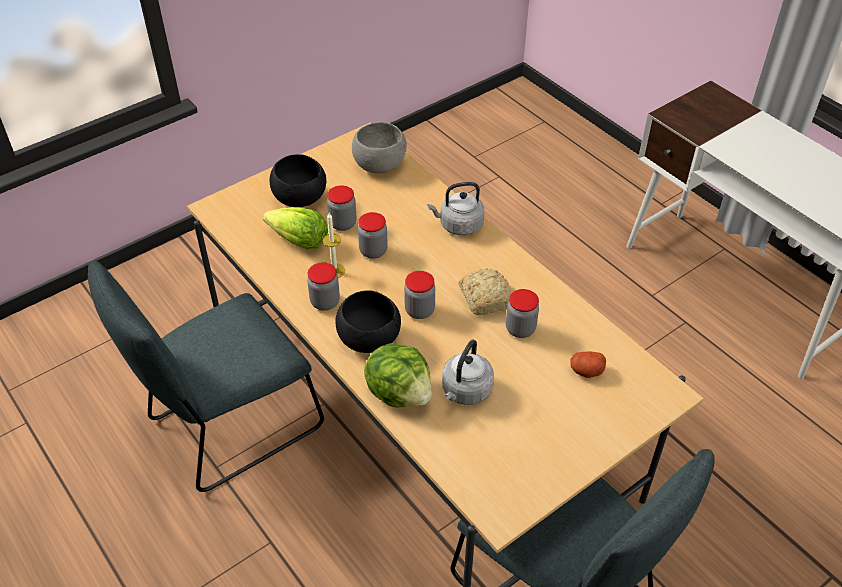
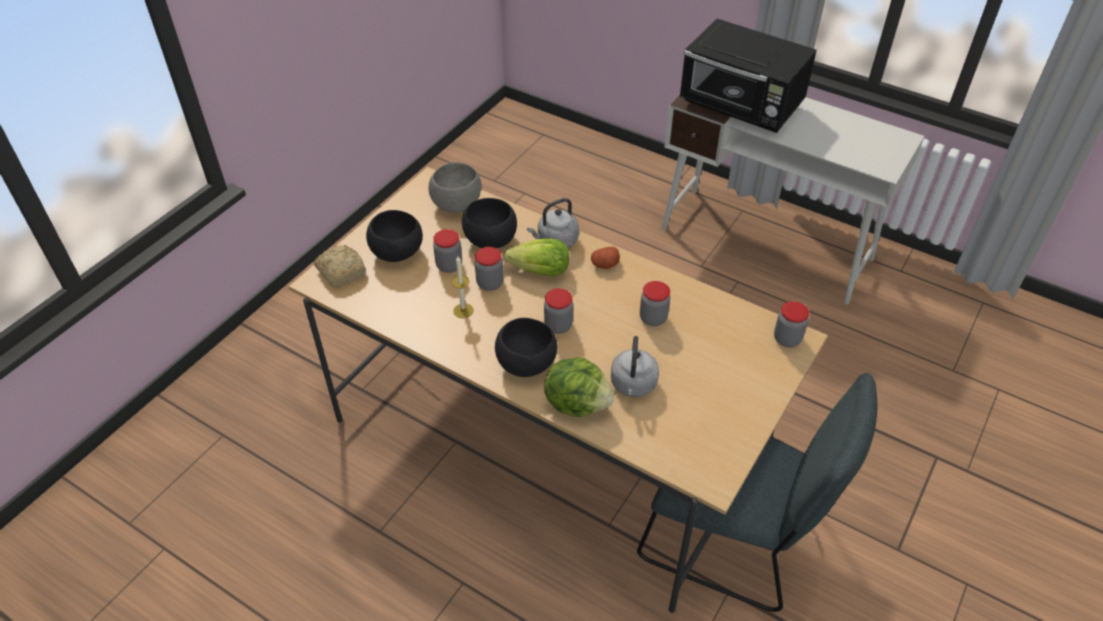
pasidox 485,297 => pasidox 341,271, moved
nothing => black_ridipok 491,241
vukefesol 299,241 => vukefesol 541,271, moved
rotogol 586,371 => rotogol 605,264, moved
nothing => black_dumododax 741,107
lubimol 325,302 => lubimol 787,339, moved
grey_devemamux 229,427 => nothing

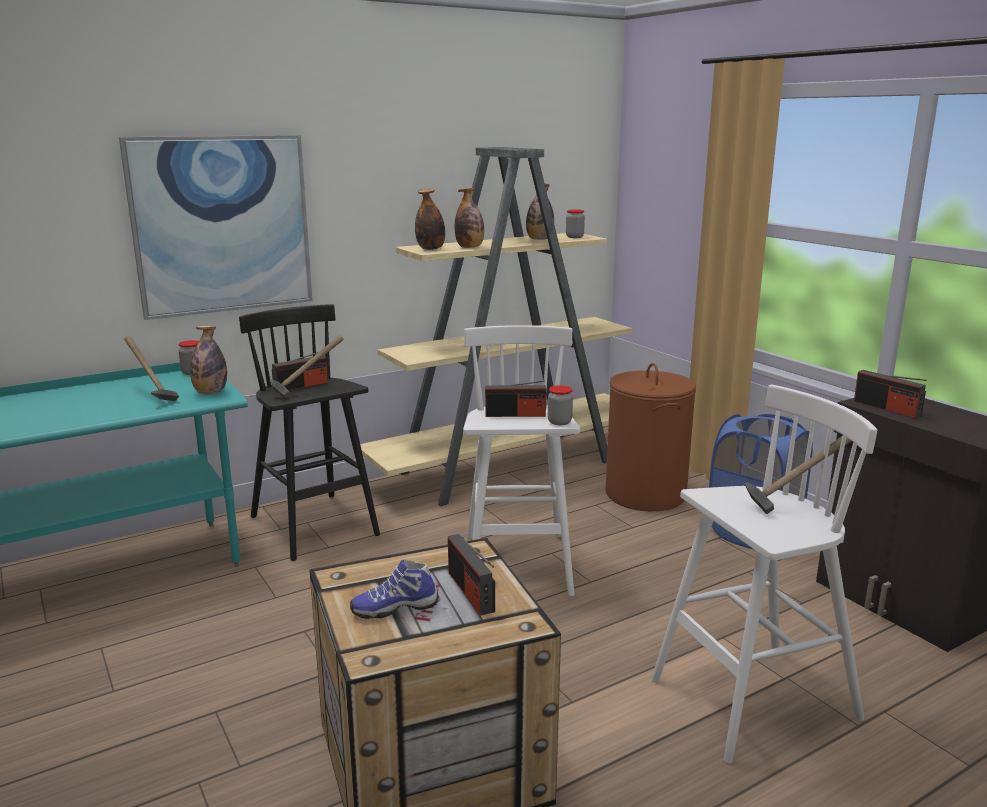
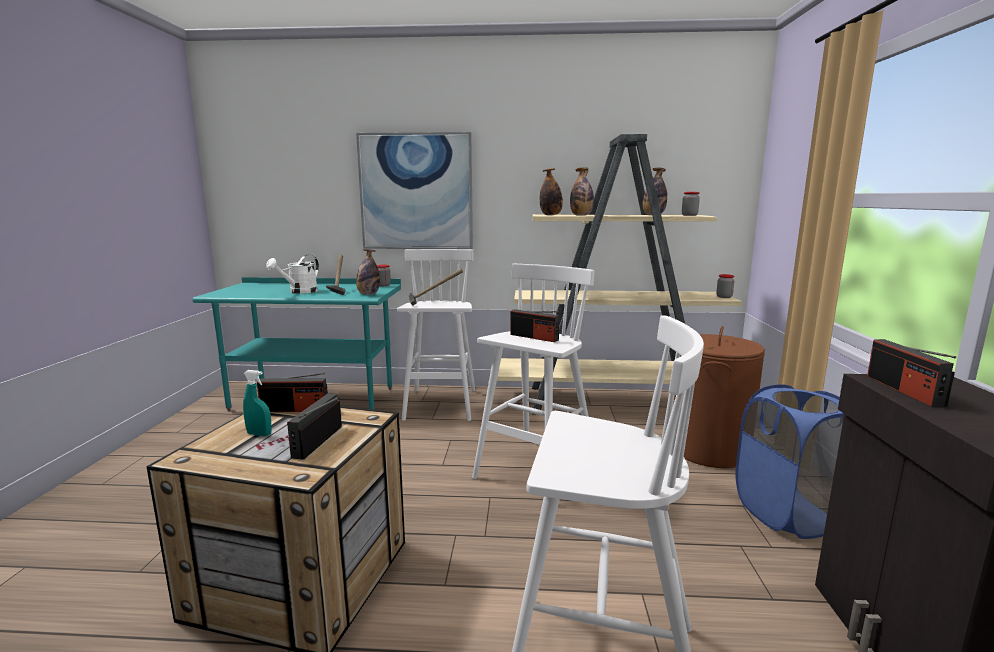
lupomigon 394,607 => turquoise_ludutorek 259,434
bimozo 301,386 => bimozo 295,409, moved
nothing => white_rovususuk 299,292
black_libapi 315,527 => white_libapi 440,405
lubimol 559,422 => lubimol 724,297, moved
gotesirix 793,503 => nothing

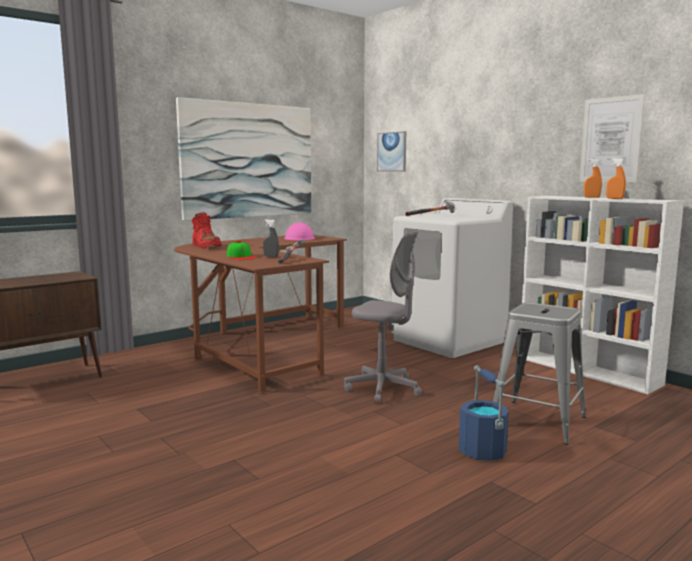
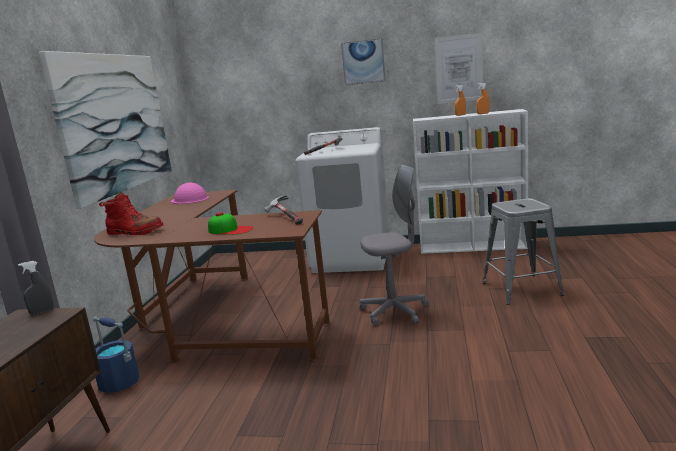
grey_ludutorek 271,257 => grey_ludutorek 42,312, moved
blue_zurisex 483,452 => blue_zurisex 120,383, moved
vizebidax 392,152 => vizebidax 363,62, moved

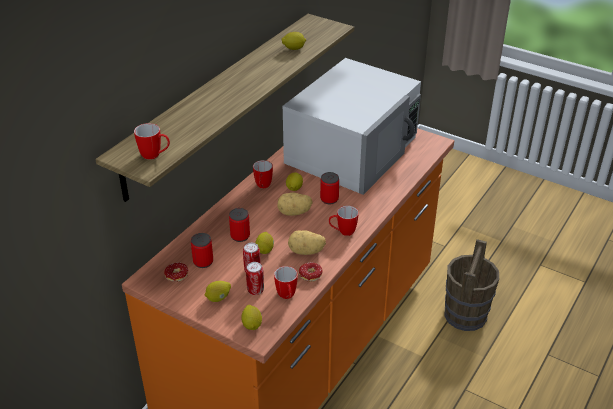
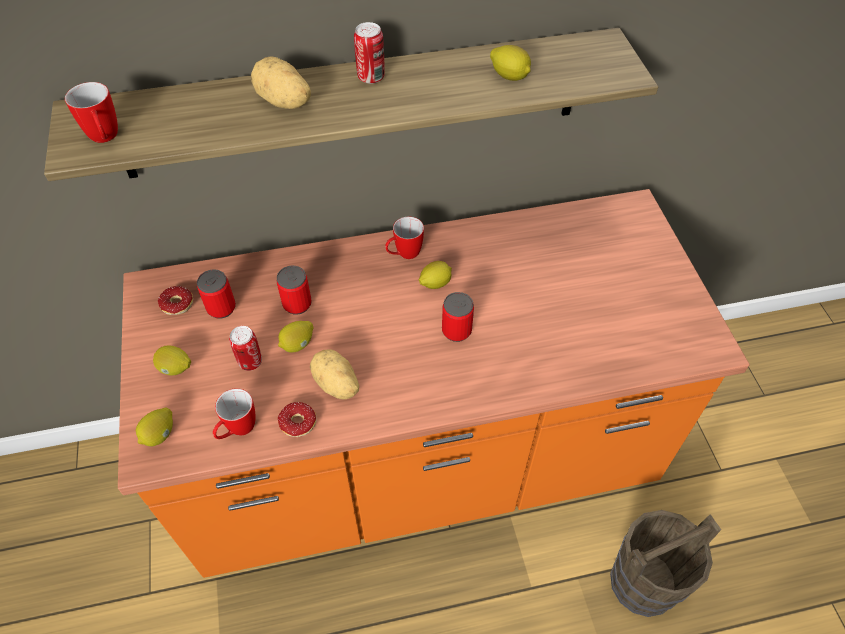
rotogol 294,213 => rotogol 283,102, moved
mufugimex 255,290 => mufugimex 371,77, moved
white_dumododax 352,150 => nothing
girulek 342,232 => nothing

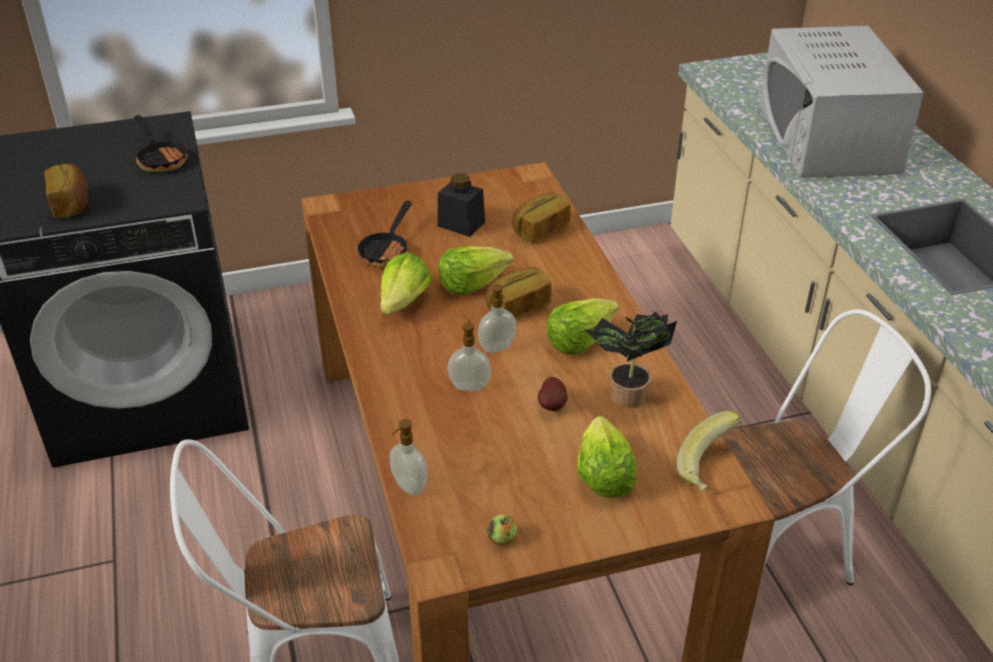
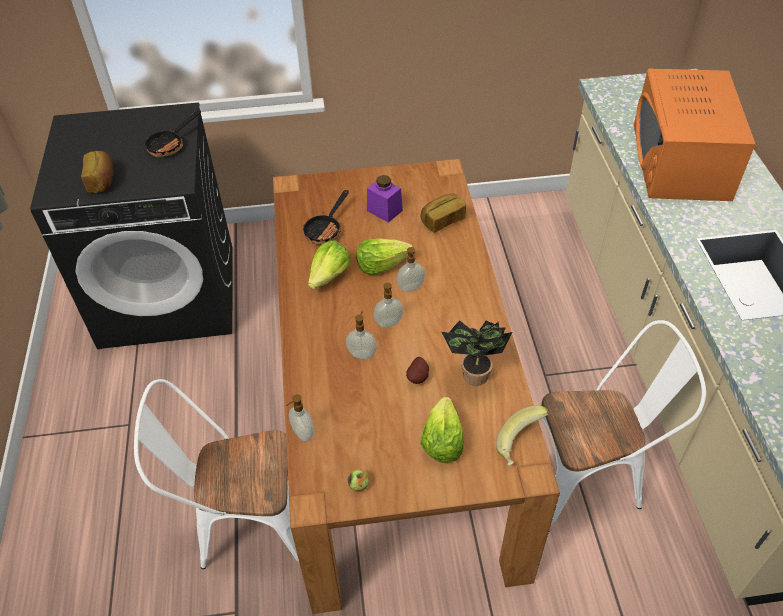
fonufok 161,159 => fonufok 170,145, 60 degrees clockwise
black_lubimol 461,224 => purple_lubimol 384,210
pasidox 517,306 => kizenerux 411,288
white_dumododax 827,138 => orange_dumododax 680,161
vukefesol 579,339 => nothing

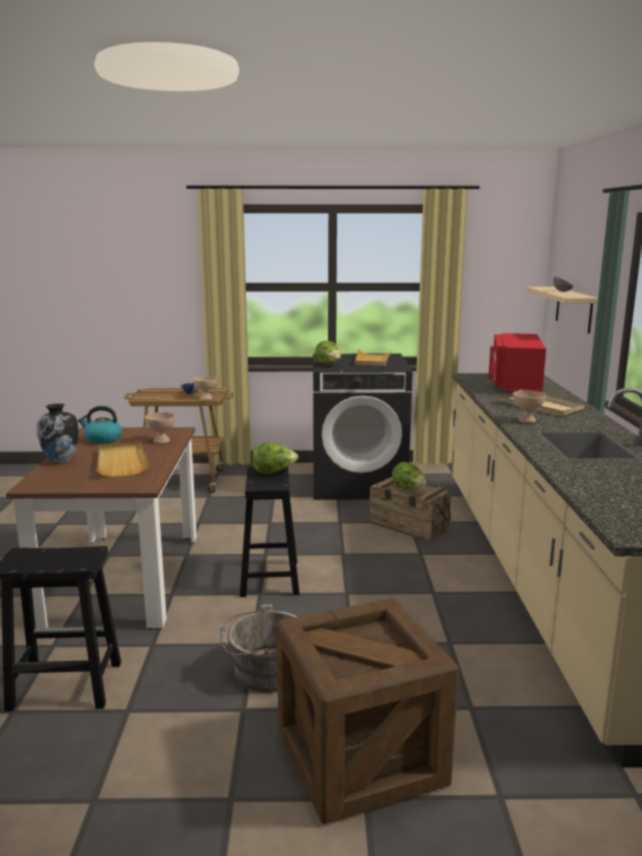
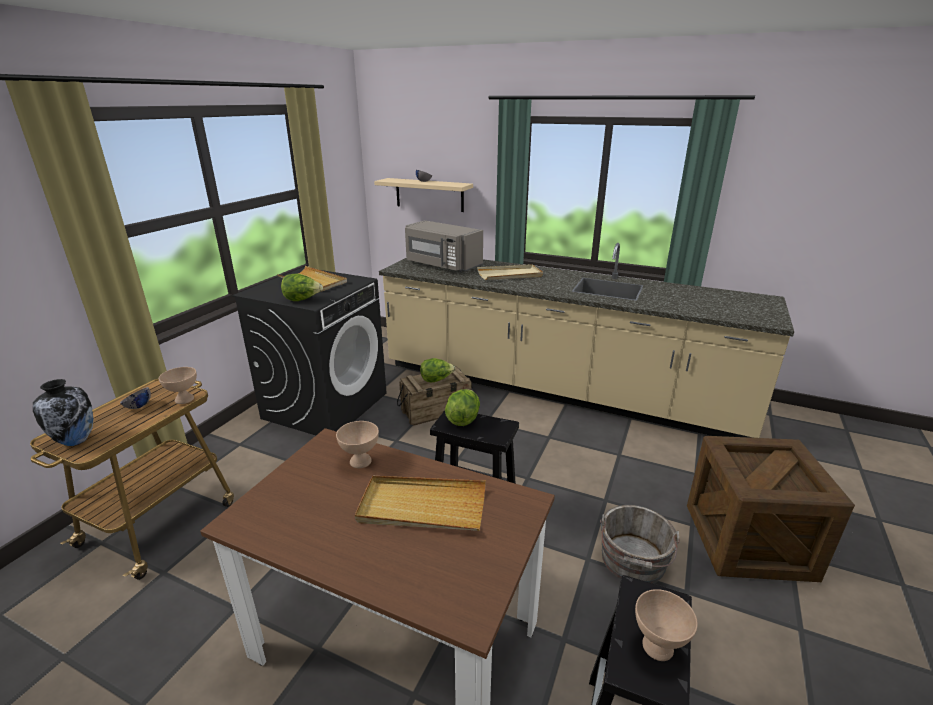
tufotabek 61,461 => tufotabek 77,440, moved
red_dumododax 515,384 => grey_dumododax 442,265
beige_ridipok 526,420 => beige_ridipok 656,647, moved
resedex 102,439 => nothing

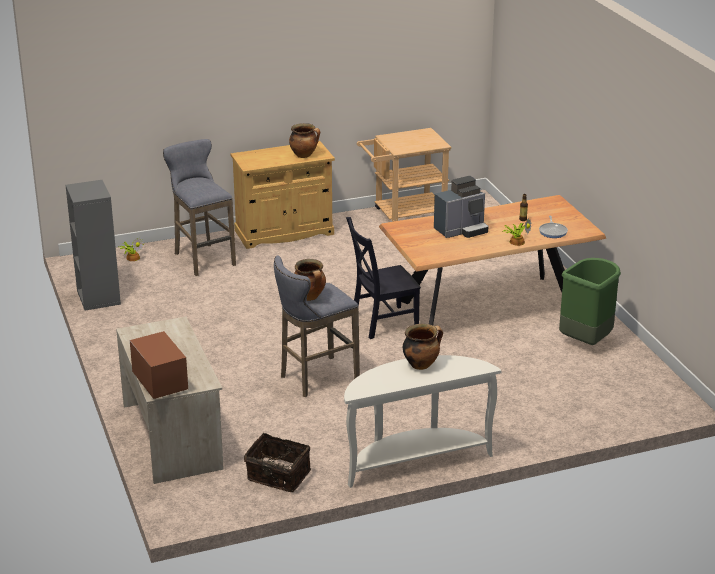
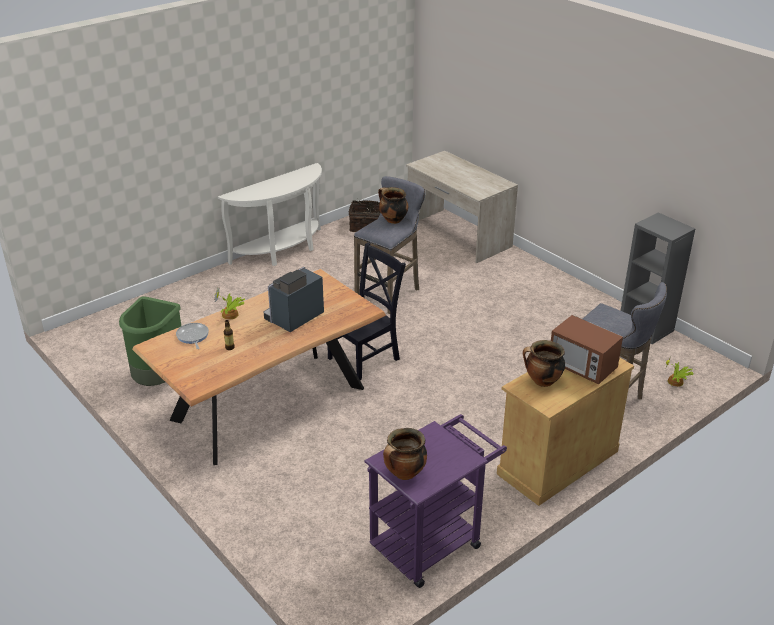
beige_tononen 404,214 => purple_tononen 432,540
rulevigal 421,364 => rulevigal 404,474, moved
dumododax 160,383 => dumododax 582,367, moved

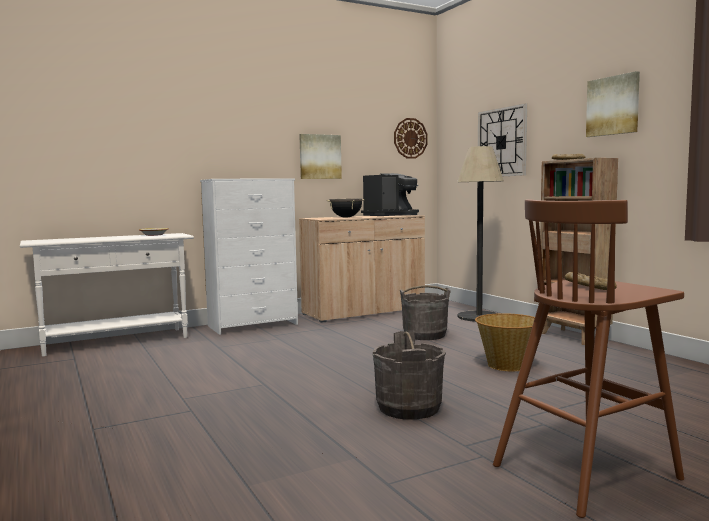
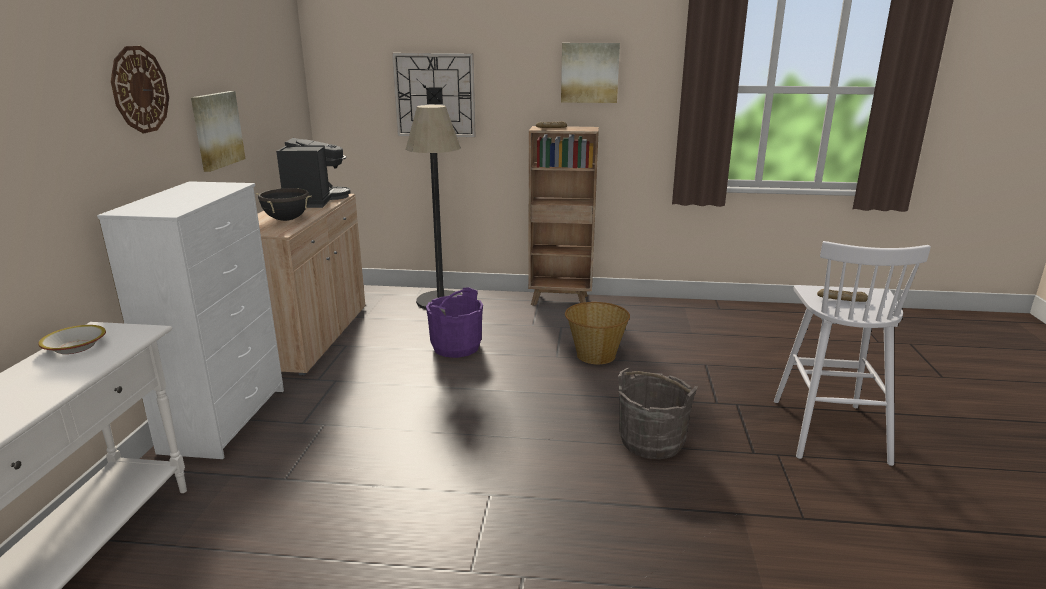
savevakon 410,138 => savevakon 139,89, moved
grey_zurisex 424,335 => purple_zurisex 456,347
brown_libapi 588,471 => white_libapi 827,429

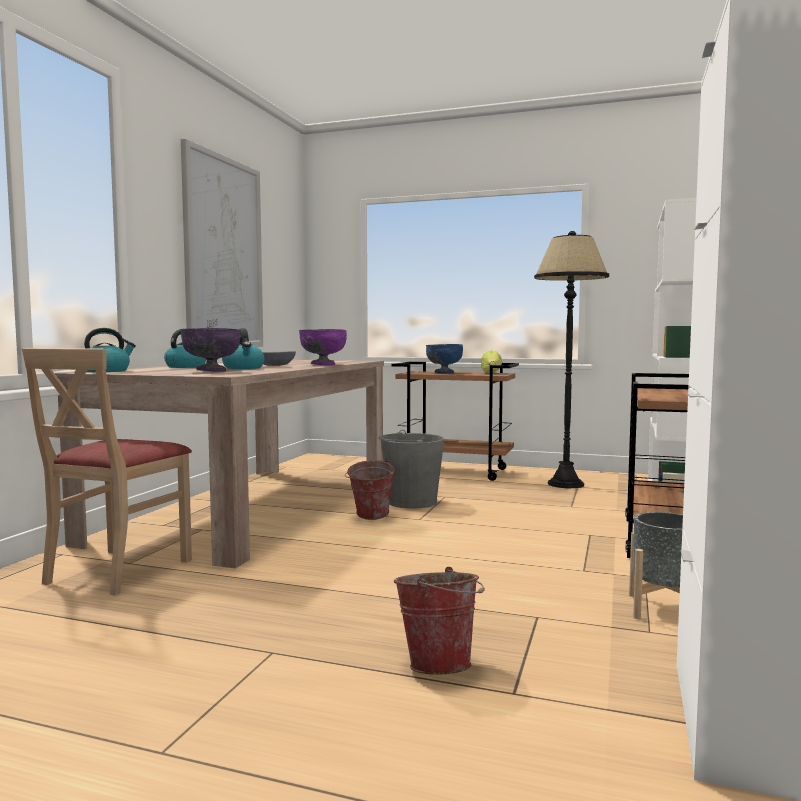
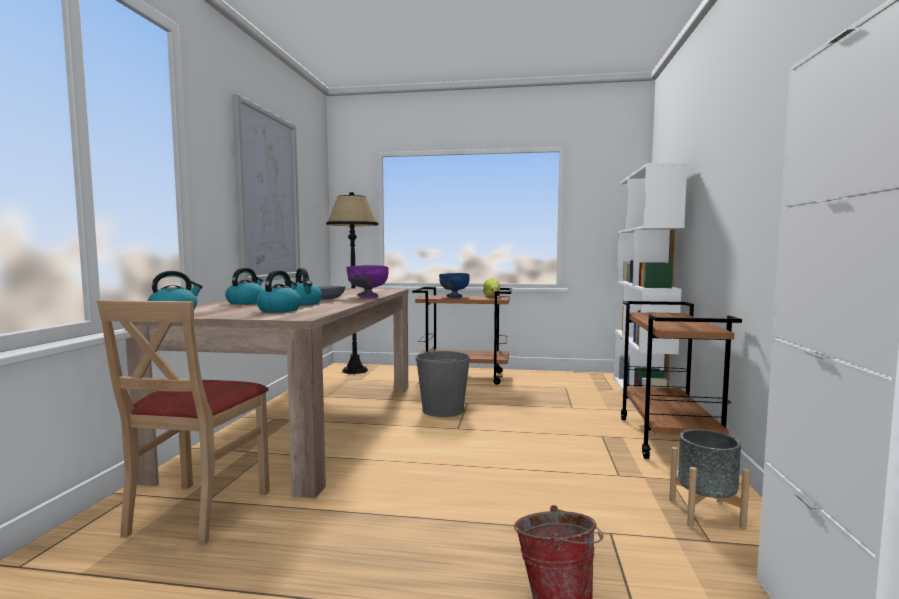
purple_ridipok 211,371 => resedex 279,310
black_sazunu 566,484 => black_sazunu 355,370, moved
zurisex 370,517 => nothing

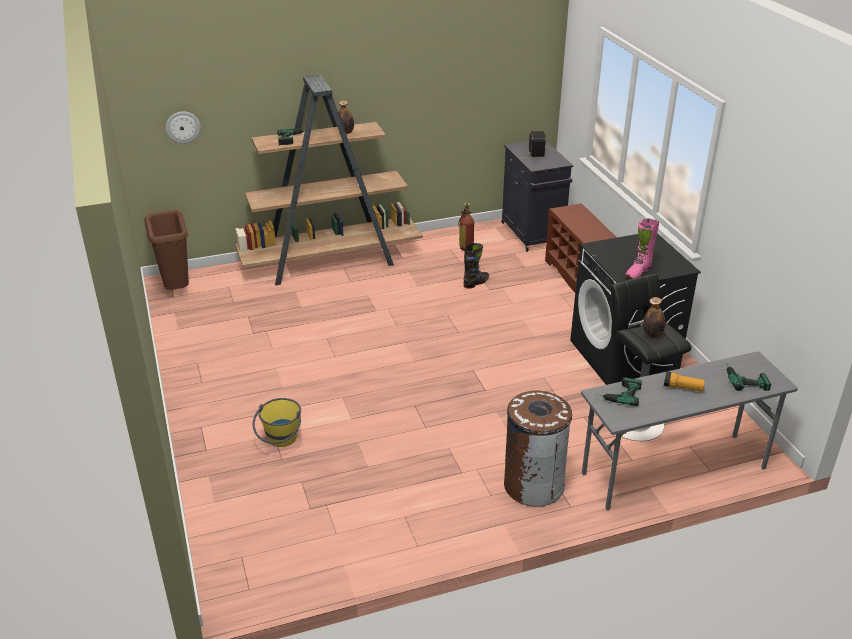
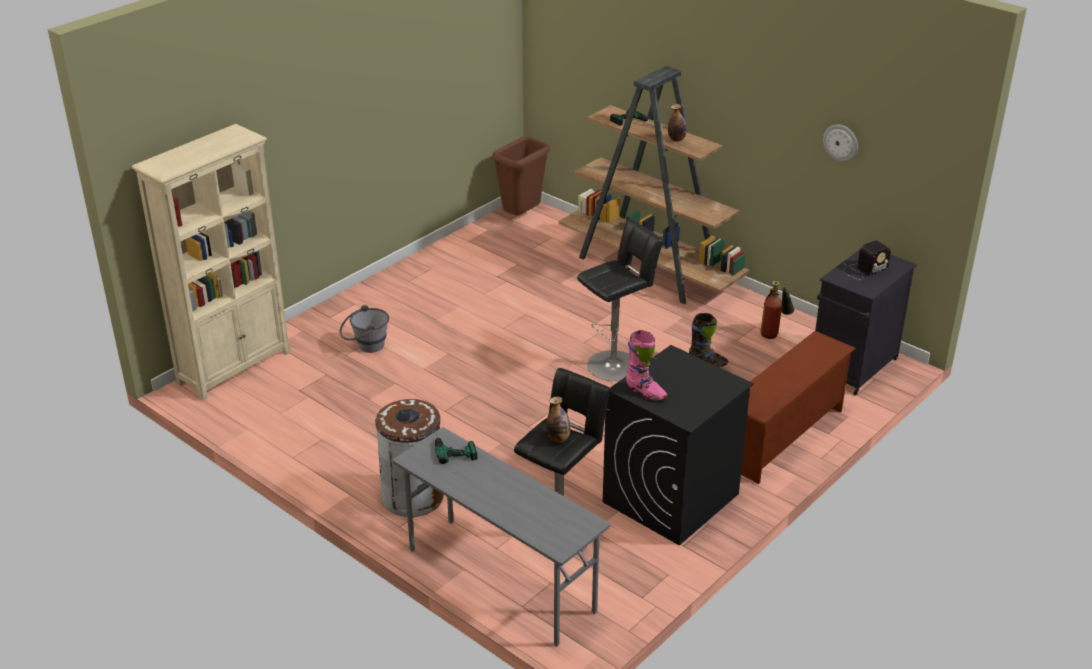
nothing => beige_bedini 235,367
yellow_zurisex 280,442 => grey_zurisex 365,346
nothing => black_libapi 616,364
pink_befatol 638,272 => pink_befatol 645,392, 150 degrees counterclockwise
savevakon 183,127 => savevakon 841,142, moved
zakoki 682,388 => nothing
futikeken 744,378 => nothing

